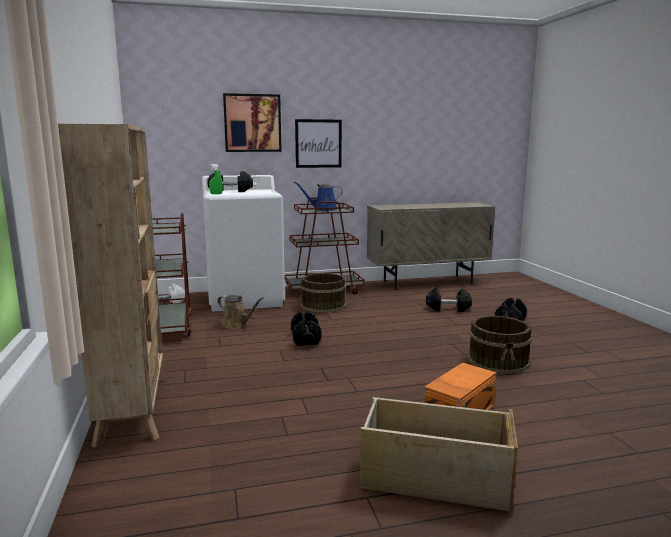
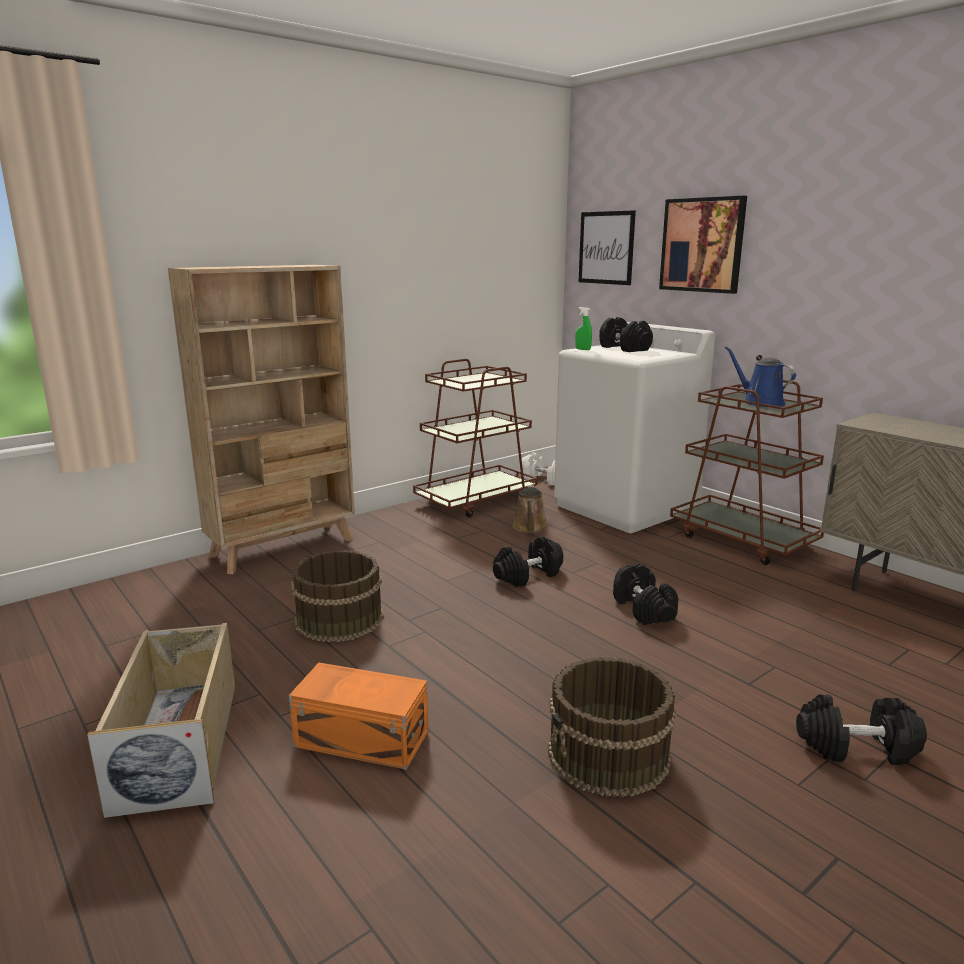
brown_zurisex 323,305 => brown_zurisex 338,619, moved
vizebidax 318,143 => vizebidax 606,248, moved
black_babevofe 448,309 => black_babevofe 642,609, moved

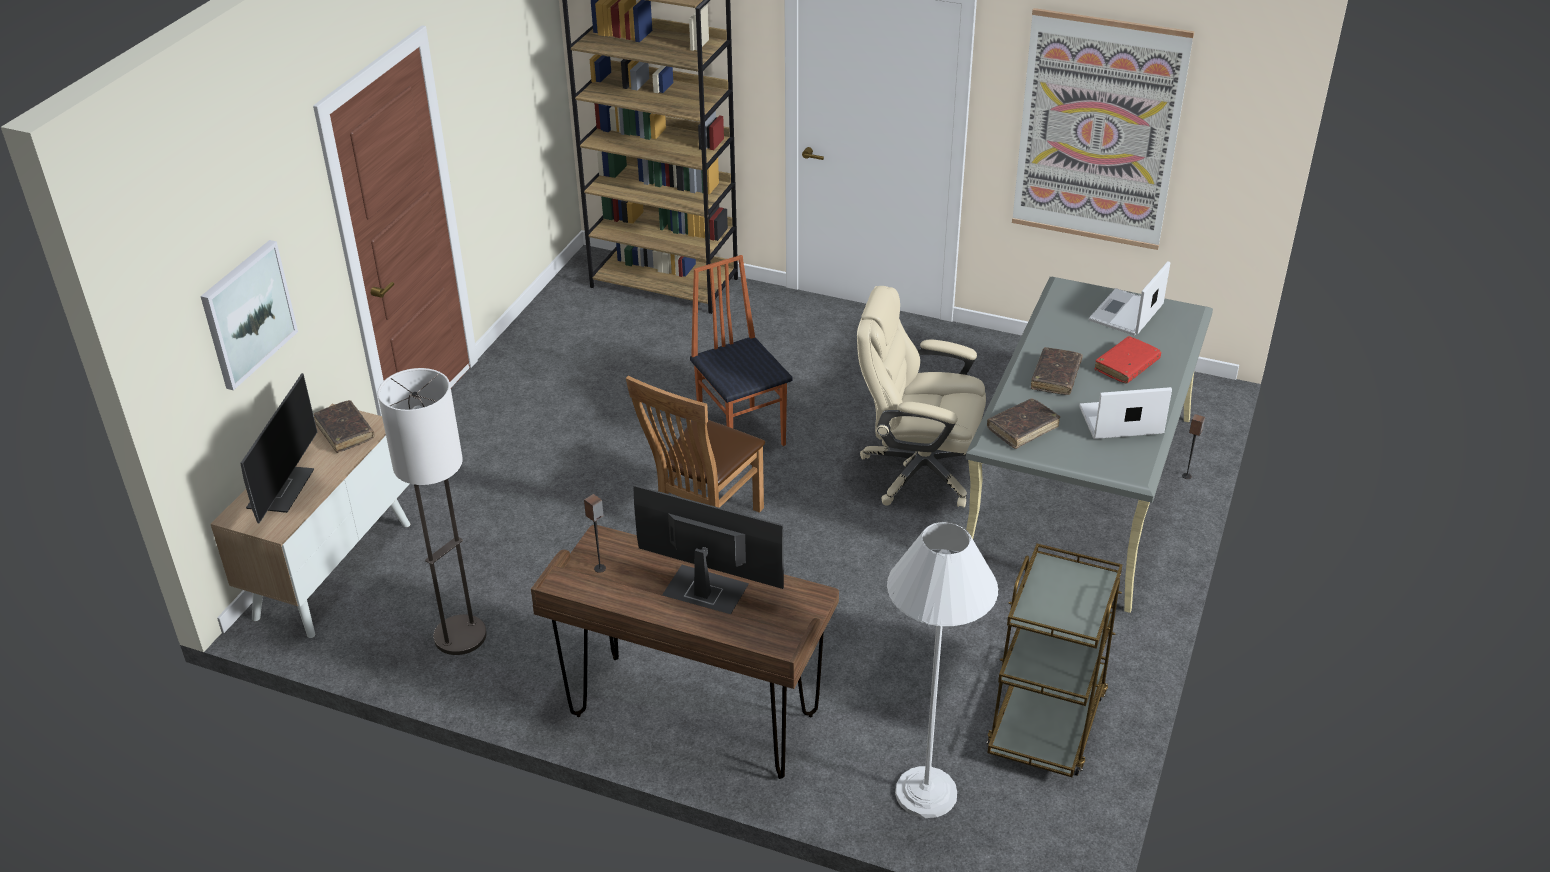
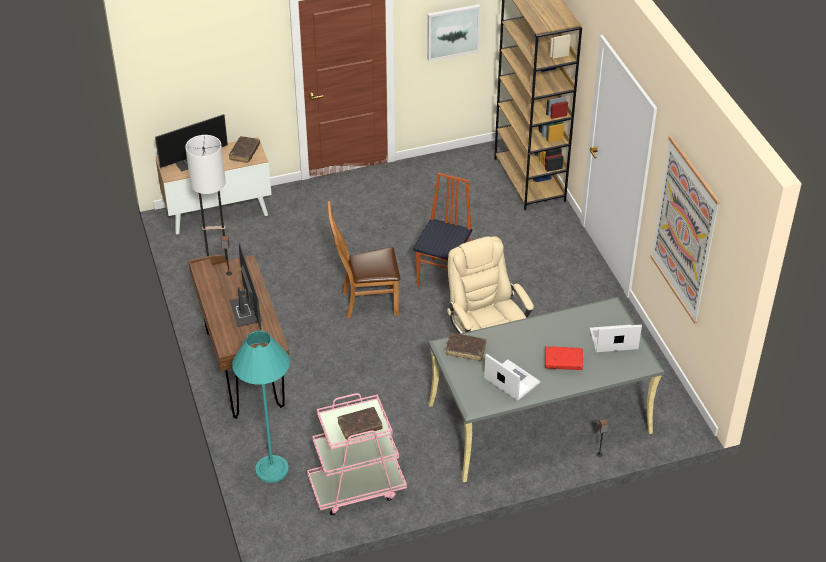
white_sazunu 926,793 => turquoise_sazunu 272,469
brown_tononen 1047,720 => pink_tononen 356,487
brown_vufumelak 1055,377 => brown_vufumelak 360,426, moved
vizebidax 247,314 => vizebidax 452,31, moved

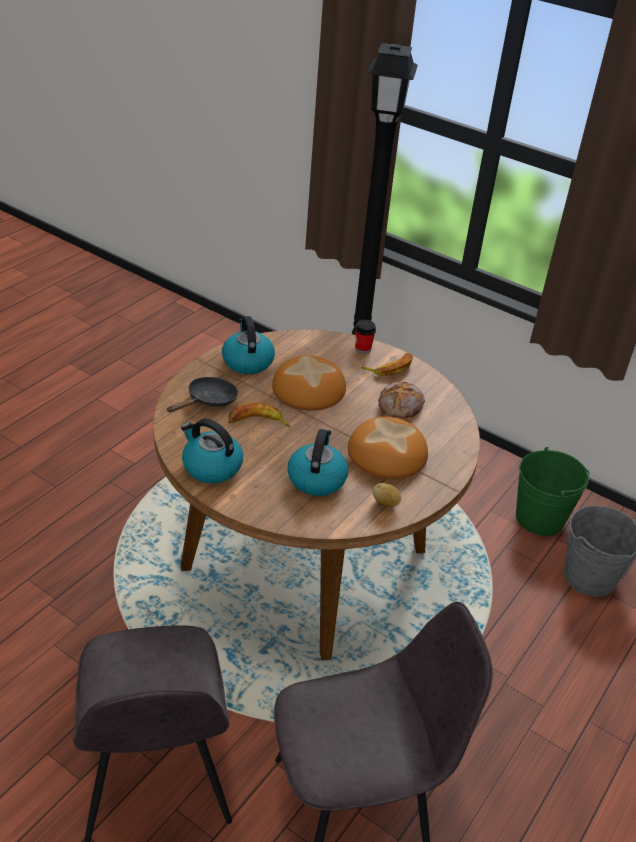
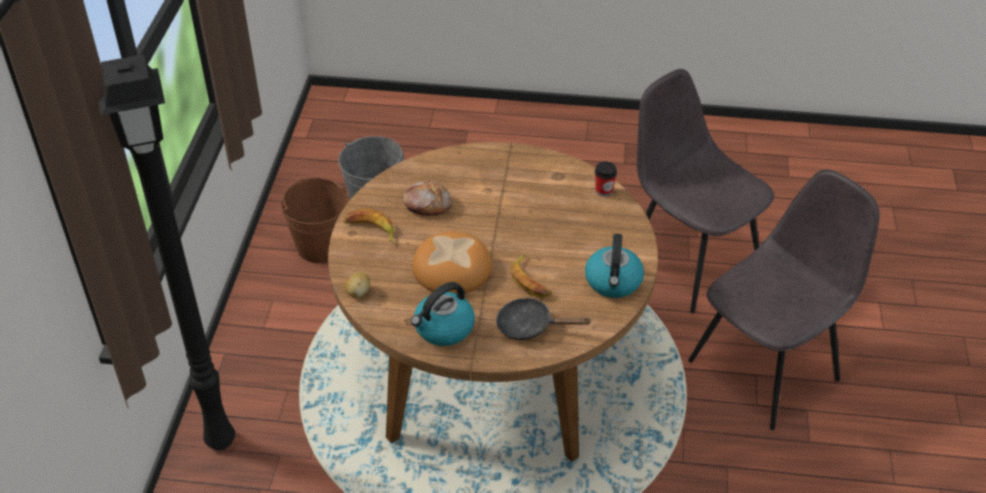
green_zurisex 540,518 => brown_zurisex 321,246
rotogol 385,503 => rotogol 358,292, moved
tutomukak 363,349 => tutomukak 604,191, moved
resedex 316,478 => nothing
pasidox 386,453 => nothing

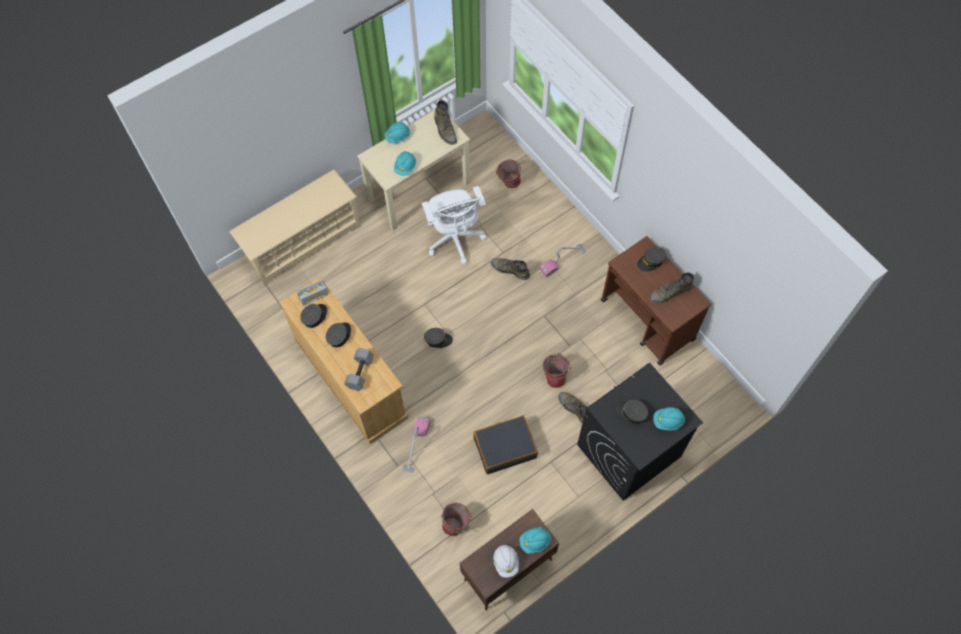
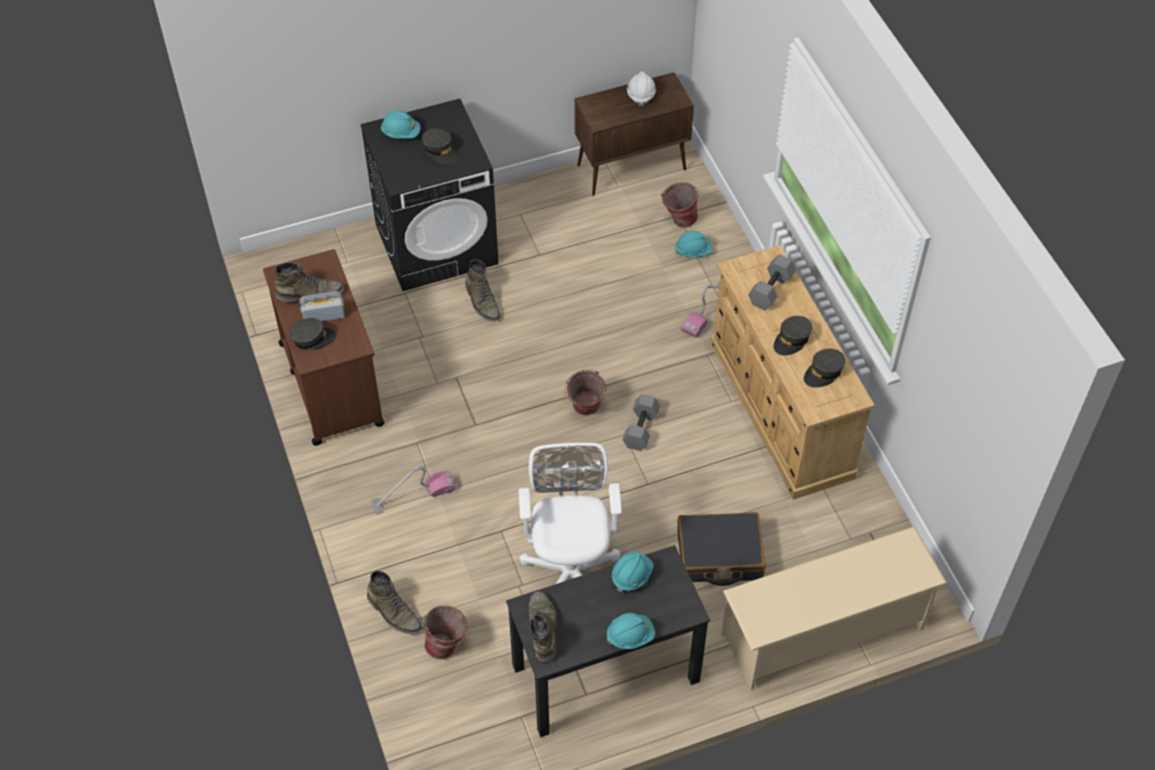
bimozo 314,296 => bimozo 324,316, moved
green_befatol 510,269 => green_befatol 394,613, moved
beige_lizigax 419,190 => black_lizigax 605,673
zurisex 555,376 => zurisex 584,410, moved
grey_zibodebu 438,340 => grey_babevofe 641,429
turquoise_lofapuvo 535,542 => turquoise_lofapuvo 693,251, moved
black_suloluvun 505,447 => black_suloluvun 719,555, moved

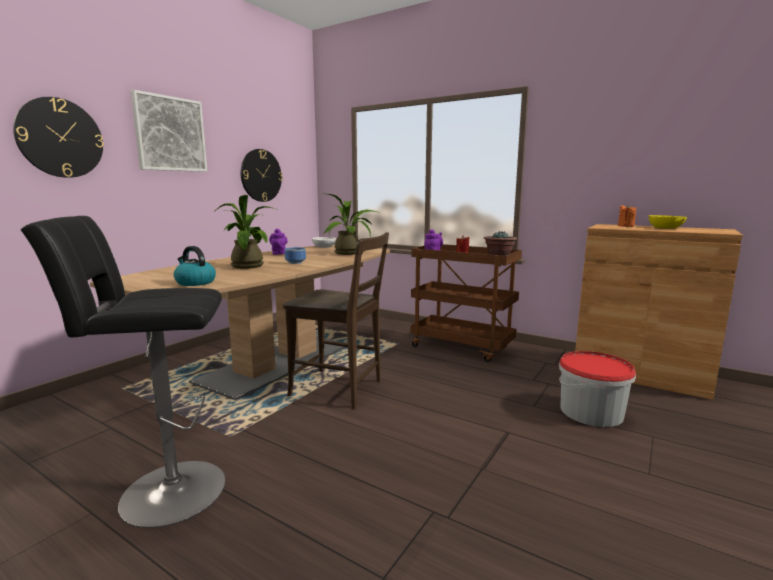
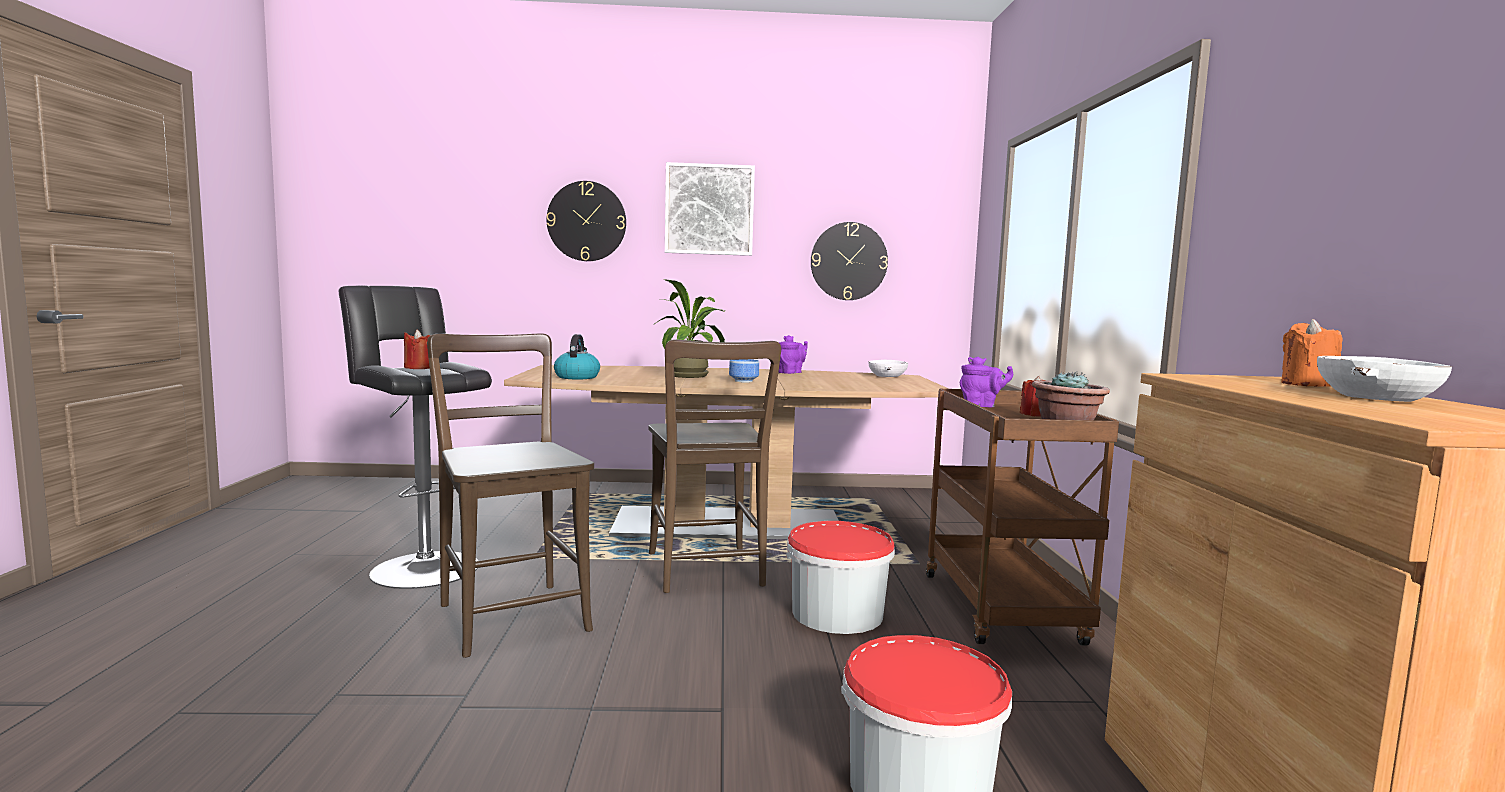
nothing => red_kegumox 418,368
nothing => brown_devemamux 511,614
nothing => zurisex 837,614
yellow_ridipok 665,228 => white_ridipok 1375,398
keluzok 351,253 => nothing

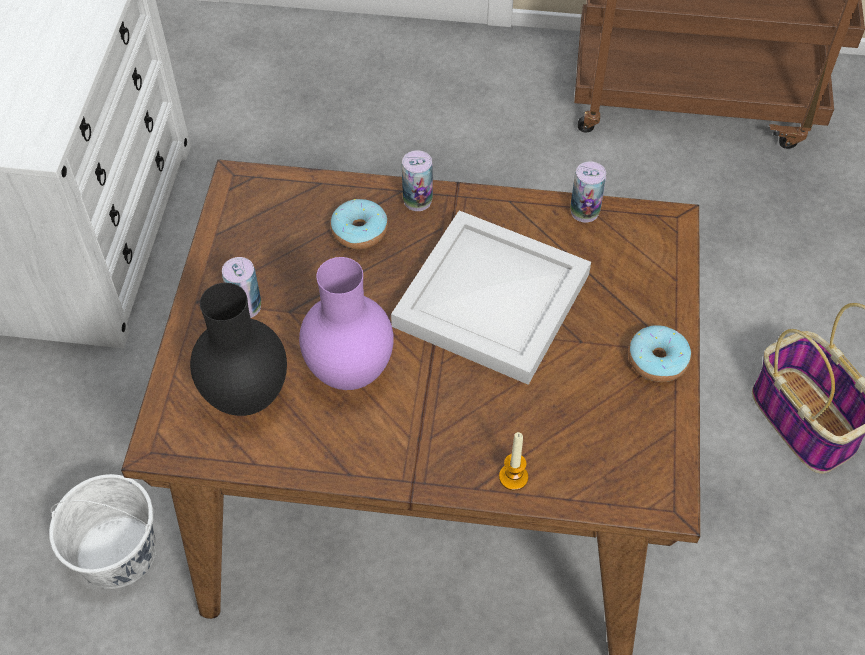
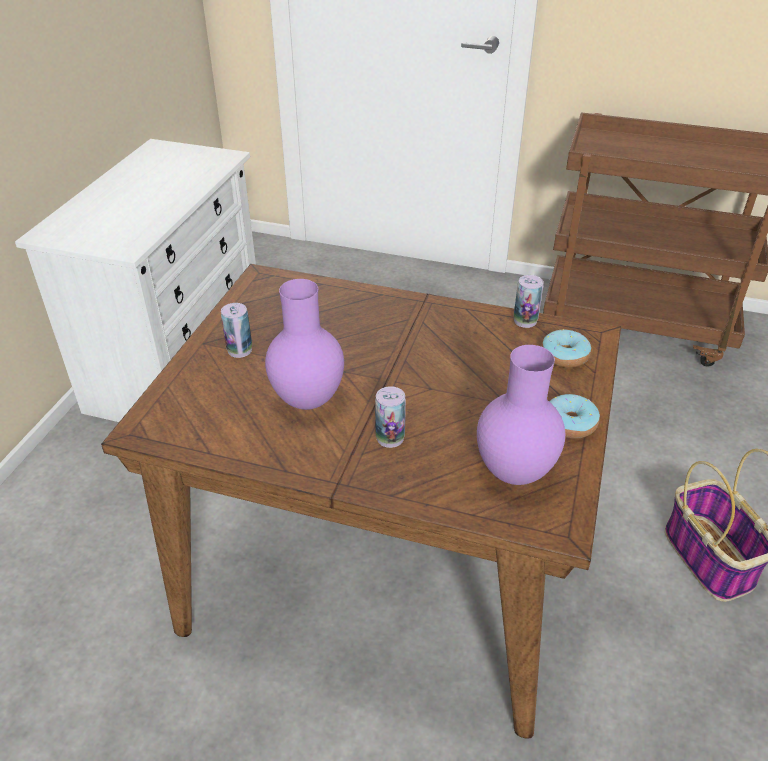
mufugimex 417,200 => mufugimex 390,438, moved
nothing => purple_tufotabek 514,474
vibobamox 359,231 => vibobamox 564,356, moved
white_zurisex 118,552 => nothing
black_tufotabek 247,394 => nothing
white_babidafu 495,299 => nothing
kegumox 513,477 => nothing

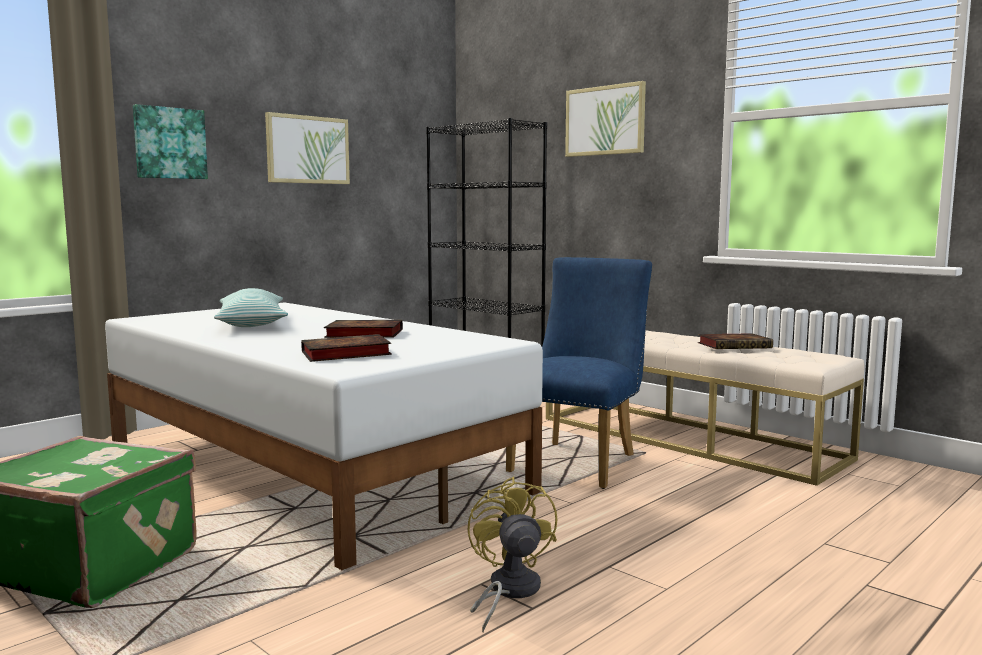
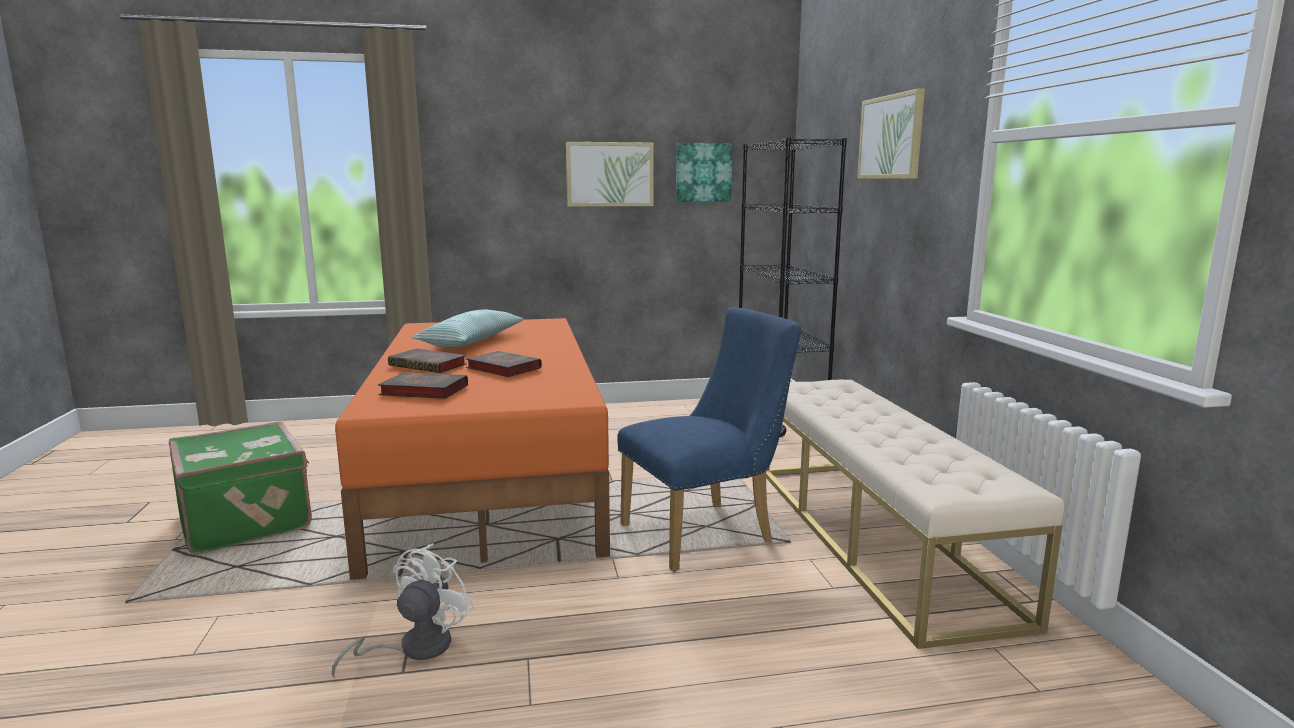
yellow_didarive 508,591 => white_didarive 414,648
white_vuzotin 308,467 => orange_vuzotin 490,474
vufumelak 735,346 => vufumelak 430,365, moved
vizebidax 169,143 => vizebidax 703,172, moved

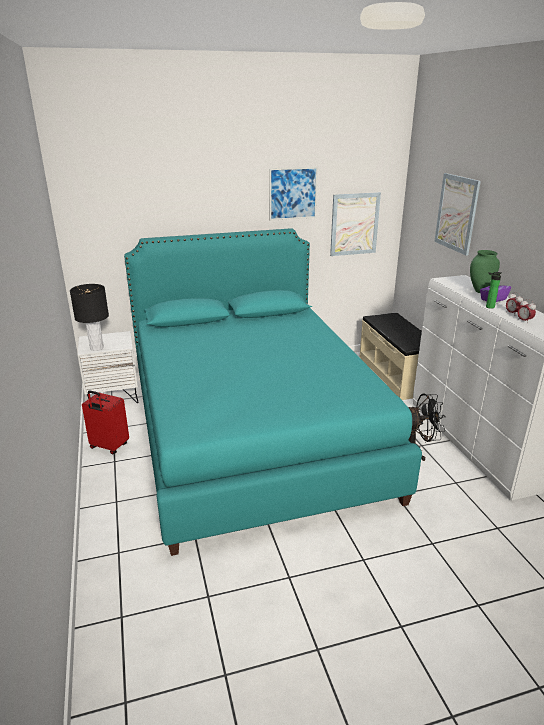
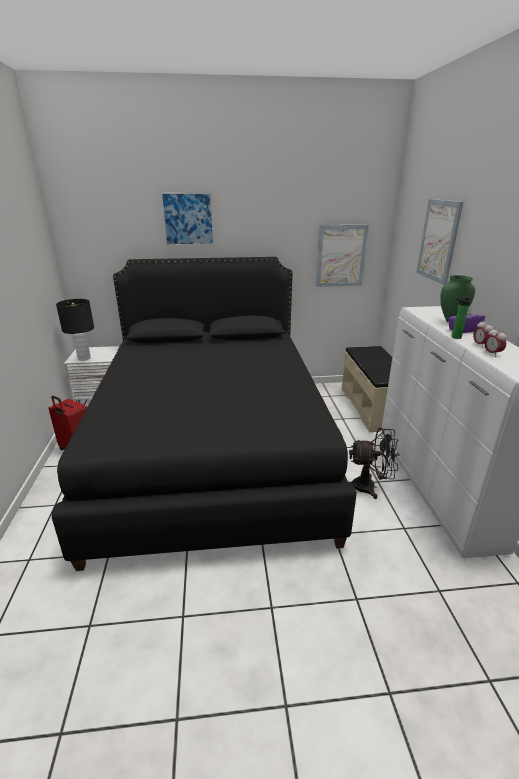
turquoise_vuzotin 252,433 => black_vuzotin 212,451
vizebidax 293,193 => vizebidax 188,219, moved

